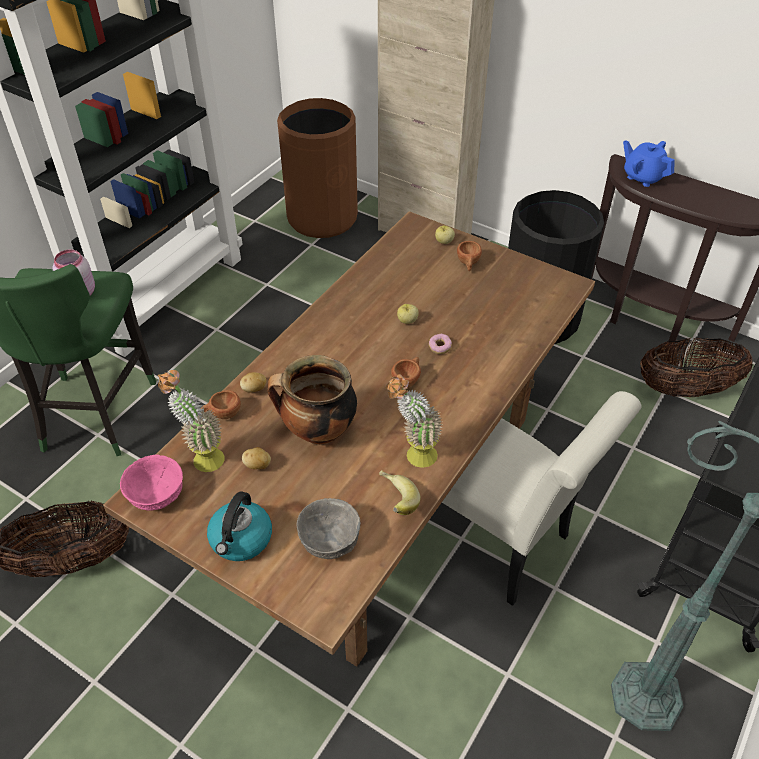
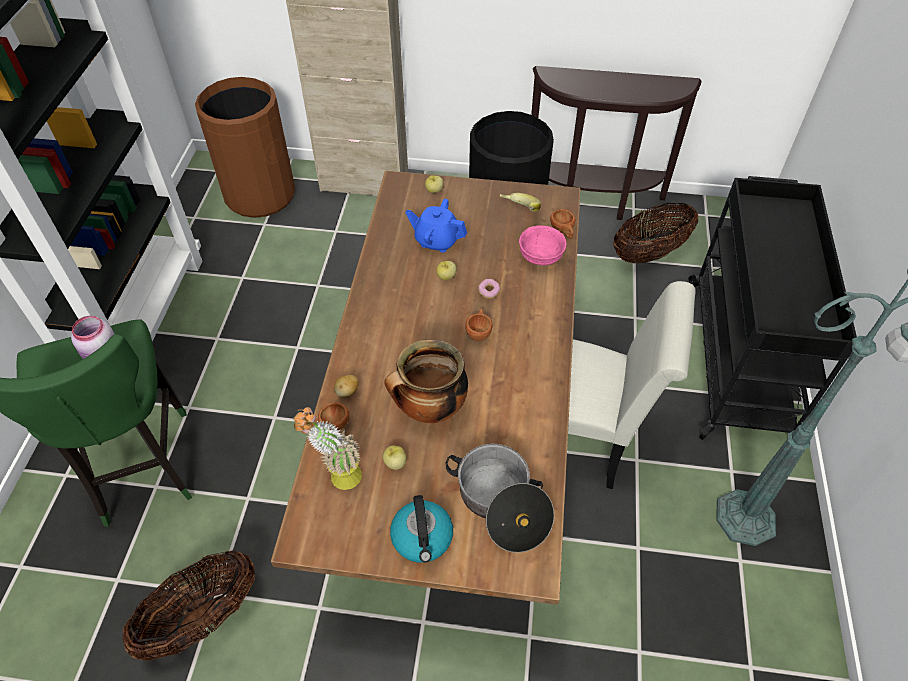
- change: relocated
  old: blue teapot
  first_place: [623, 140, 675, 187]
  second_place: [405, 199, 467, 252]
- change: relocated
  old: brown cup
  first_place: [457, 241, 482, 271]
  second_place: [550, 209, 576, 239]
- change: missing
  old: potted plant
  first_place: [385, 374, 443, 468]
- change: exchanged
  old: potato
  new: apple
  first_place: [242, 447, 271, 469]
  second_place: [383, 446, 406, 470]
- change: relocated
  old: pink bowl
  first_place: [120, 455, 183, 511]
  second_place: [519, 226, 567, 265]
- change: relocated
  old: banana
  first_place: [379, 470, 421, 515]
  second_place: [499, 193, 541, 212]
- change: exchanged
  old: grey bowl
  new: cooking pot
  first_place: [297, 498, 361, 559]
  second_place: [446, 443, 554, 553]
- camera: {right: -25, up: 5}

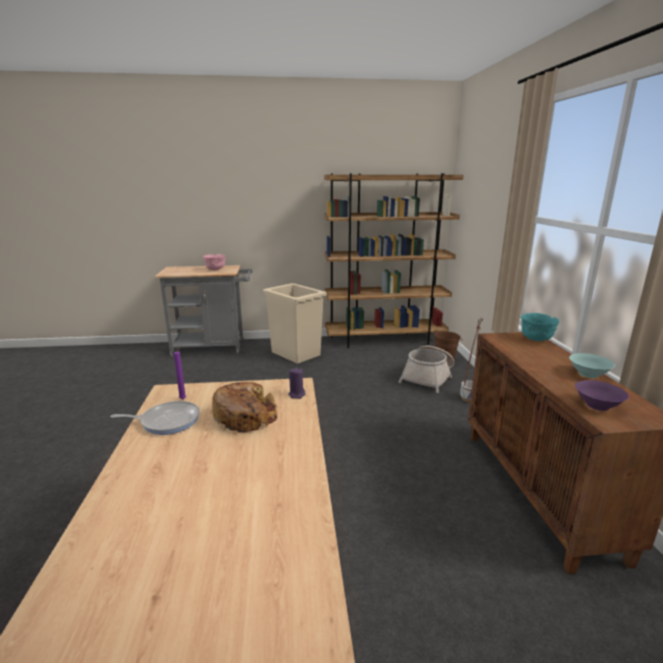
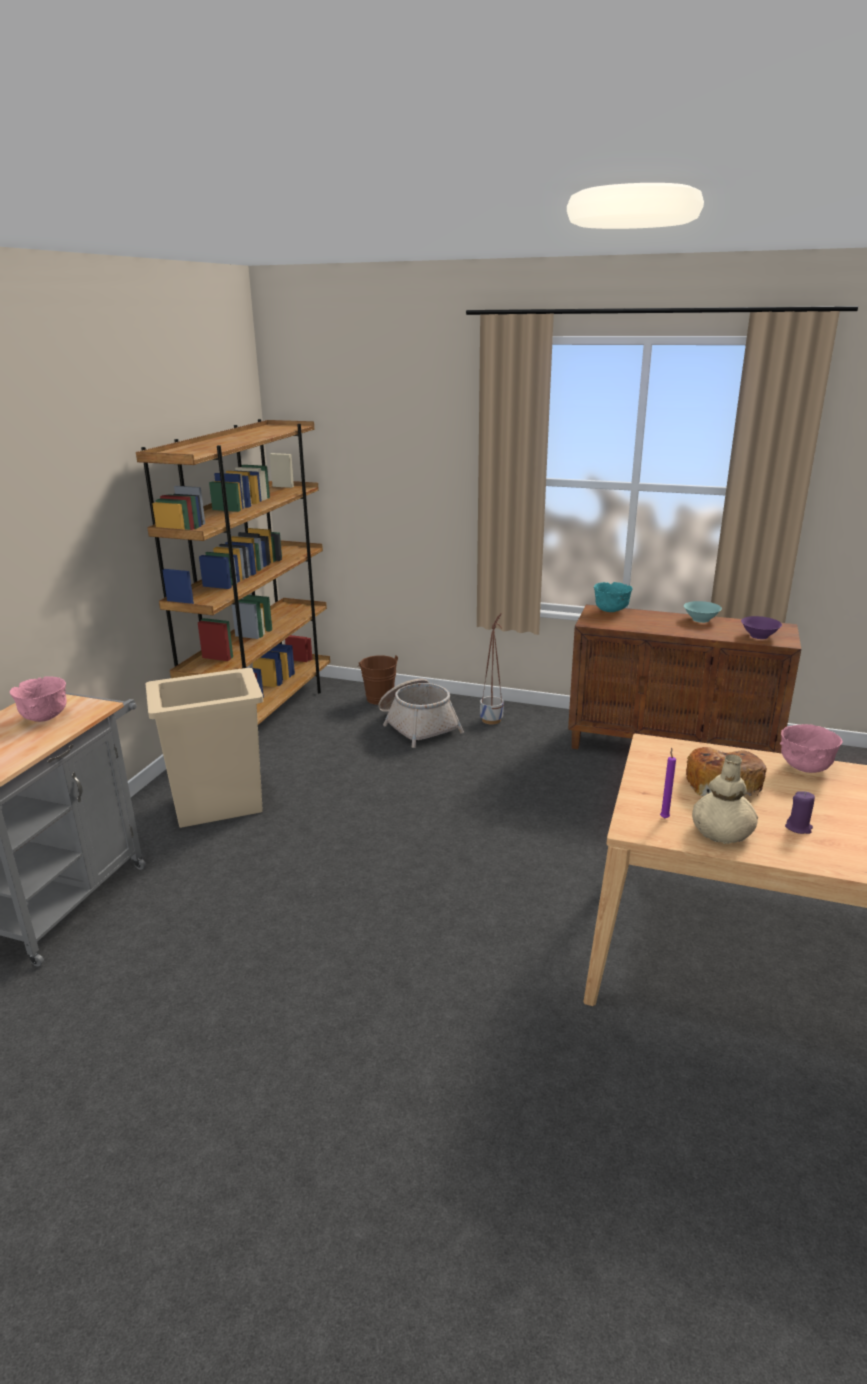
- change: relocated
  old: purple candle
  first_place: [288, 368, 305, 399]
  second_place: [785, 791, 815, 834]
- change: exchanged
  old: frying pan
  new: beige vase
  first_place: [111, 401, 200, 435]
  second_place: [692, 754, 758, 844]
- change: appeared
  new: pink bowl
  second_place: [780, 724, 843, 773]
- camera: {right: -65, up: 5}

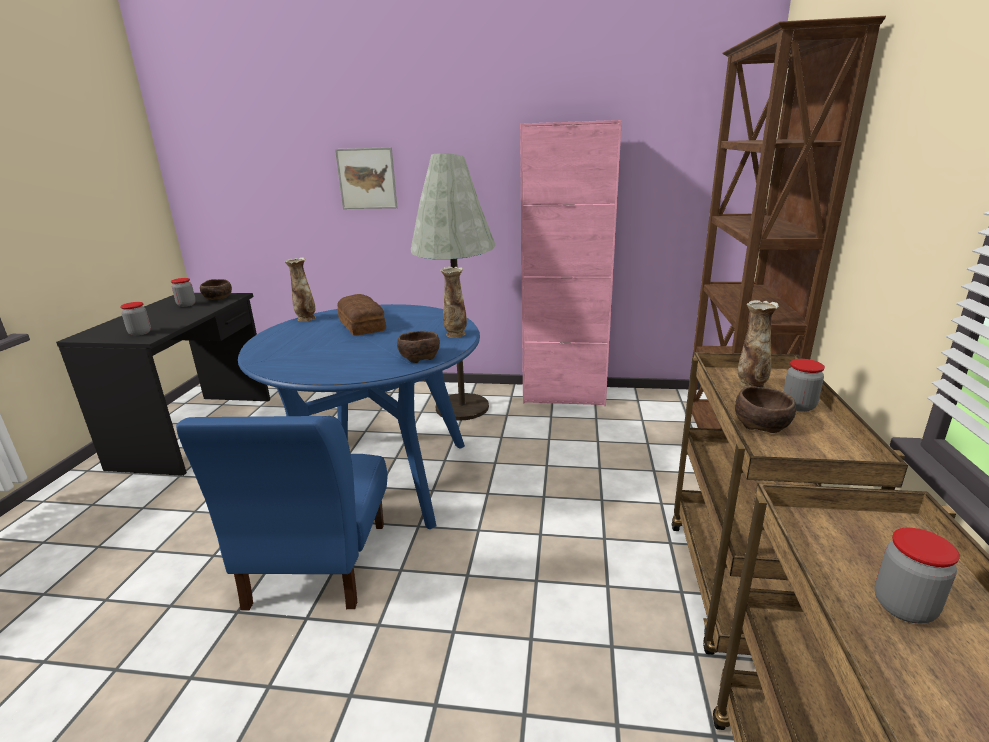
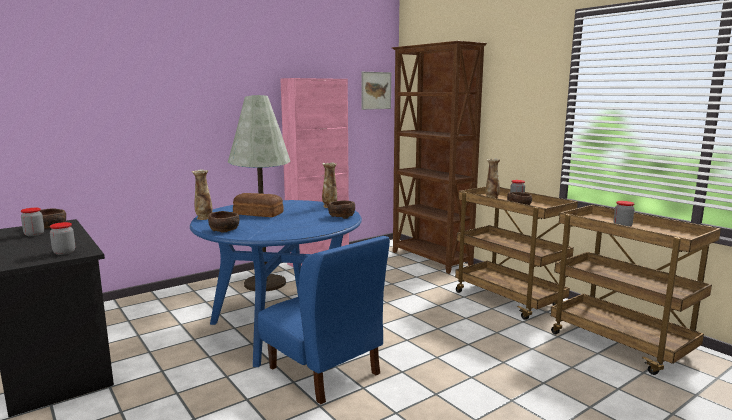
- change: relocated
  old: picture
  first_place: [335, 147, 398, 209]
  second_place: [361, 72, 391, 110]
- change: appeared
  new: brown bowl
  second_place: [208, 211, 239, 232]
- camera: {right: -45, up: -10}

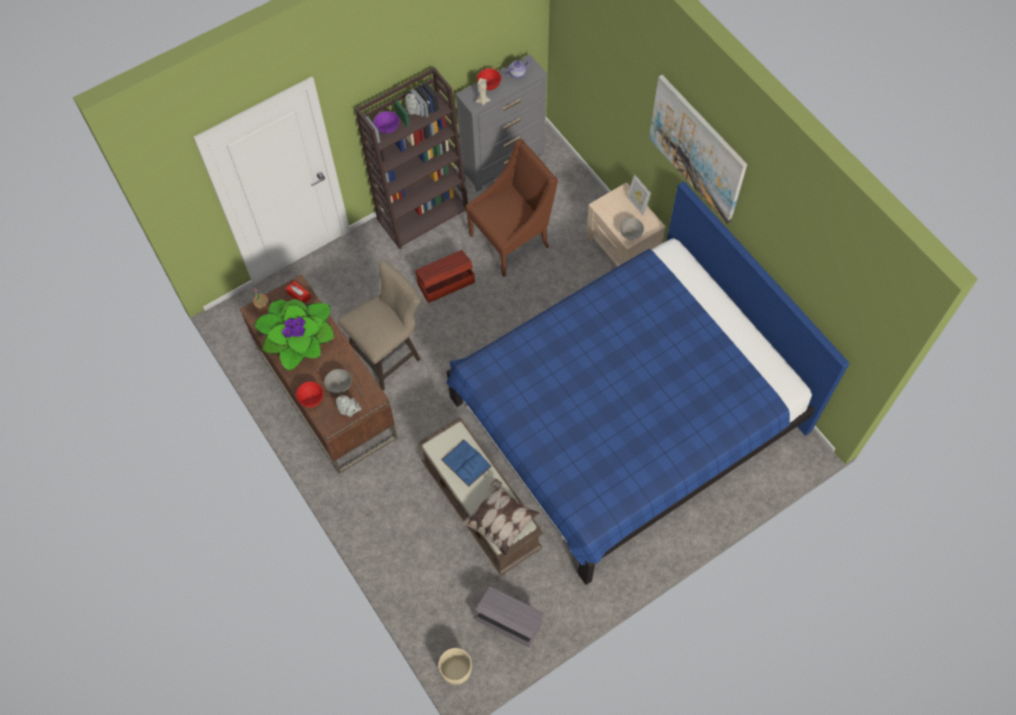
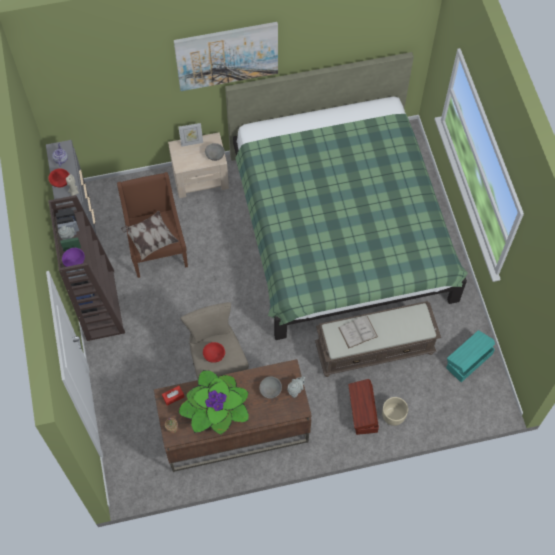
- change: colour
  old: blue bed
  new: green bed
  first_place: [446, 181, 849, 585]
  second_place: [225, 52, 468, 340]
- change: relocated
  old: brown storage box
  first_place: [415, 250, 475, 303]
  second_place: [348, 379, 379, 435]
- change: relocated
  old: red bowl
  first_place: [296, 381, 323, 407]
  second_place: [203, 342, 225, 363]
- change: colour
  old: blue book
  new: white book
  first_place: [441, 440, 492, 487]
  second_place: [338, 316, 378, 348]
- change: relocated
  old: pillow
  first_place: [461, 479, 540, 557]
  second_place: [121, 210, 179, 260]
- change: colour
  old: grey storage box
  new: turquoise storage box
  first_place: [475, 586, 543, 647]
  second_place: [446, 330, 495, 382]
- change: relocated
  old: beige planter
  first_place: [438, 648, 472, 685]
  second_place: [382, 397, 408, 426]
- camera: {right: -70, up: 0}

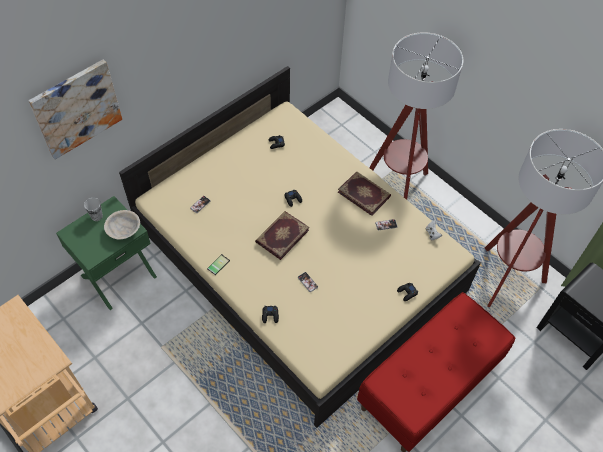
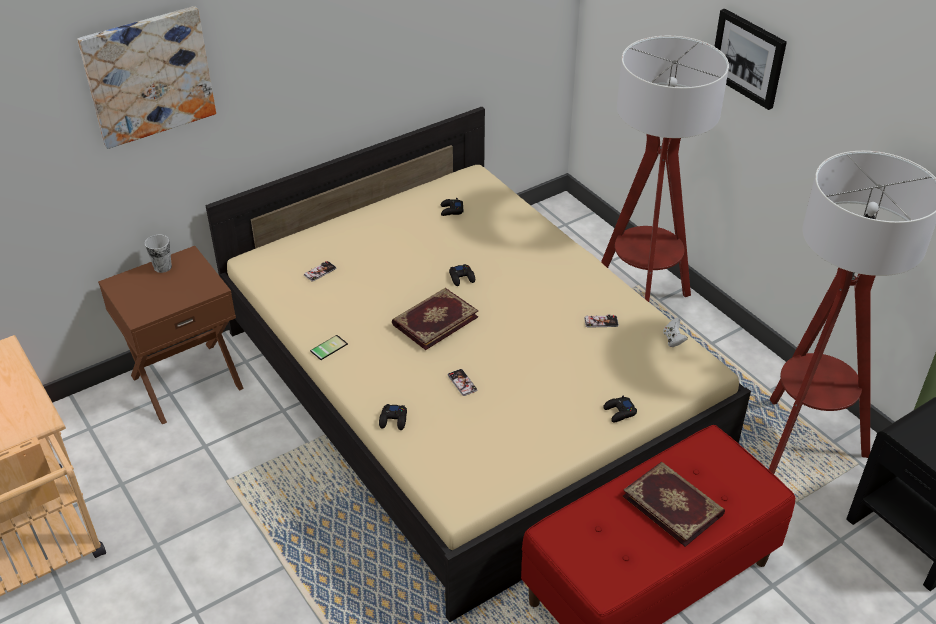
- change: relocated
  old: book
  first_place: [338, 171, 391, 216]
  second_place: [623, 462, 725, 547]
- change: colour
  old: green nightstand
  new: brown nightstand
  first_place: [56, 196, 157, 310]
  second_place: [98, 246, 244, 424]
- change: missing
  old: beige bowl
  first_place: [104, 210, 140, 239]
- change: appeared
  new: picture
  second_place: [714, 9, 787, 110]
- camera: {right: 10, up: -15}

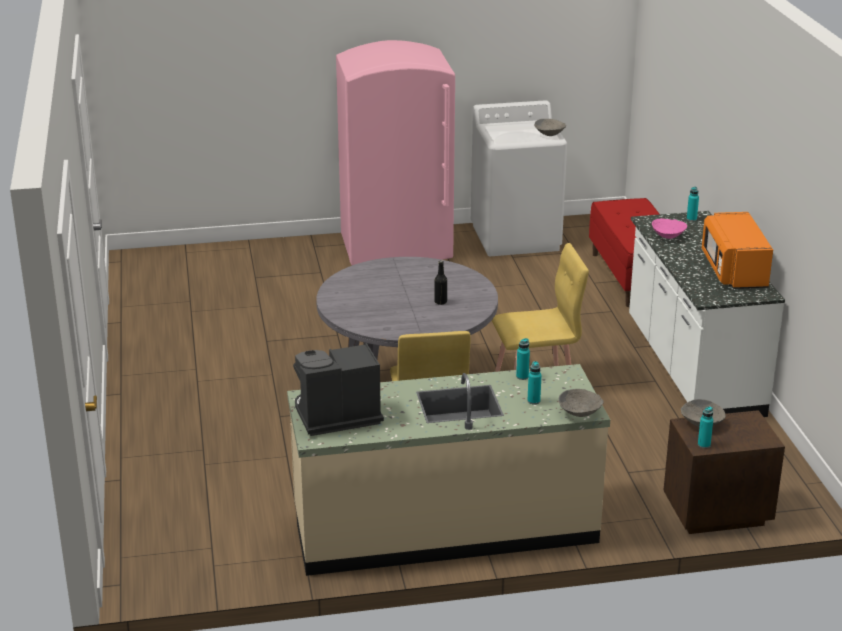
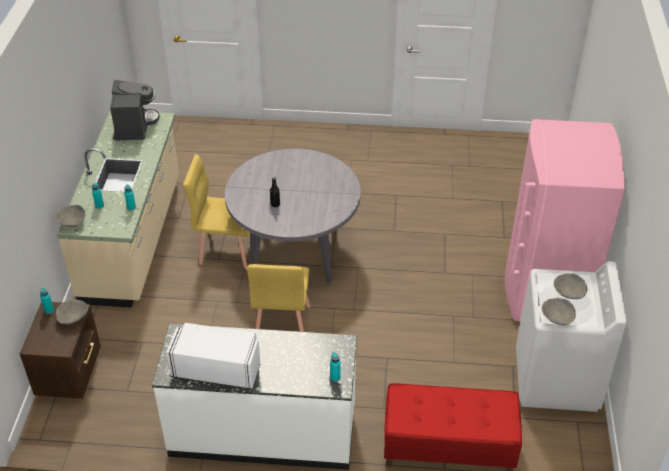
- change: colour
  old: orange microwave
  new: white microwave
  first_place: [702, 212, 773, 289]
  second_place: [166, 323, 260, 389]
- change: missing
  old: pink bowl
  first_place: [652, 218, 687, 239]
- change: appeared
  new: grey bowl
  second_place: [554, 273, 587, 299]
- camera: {right: 105, up: 15}

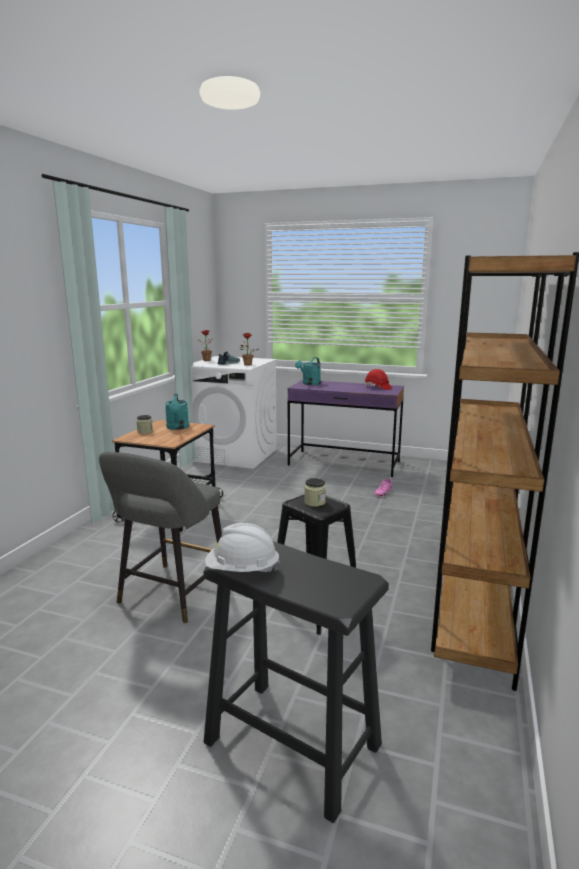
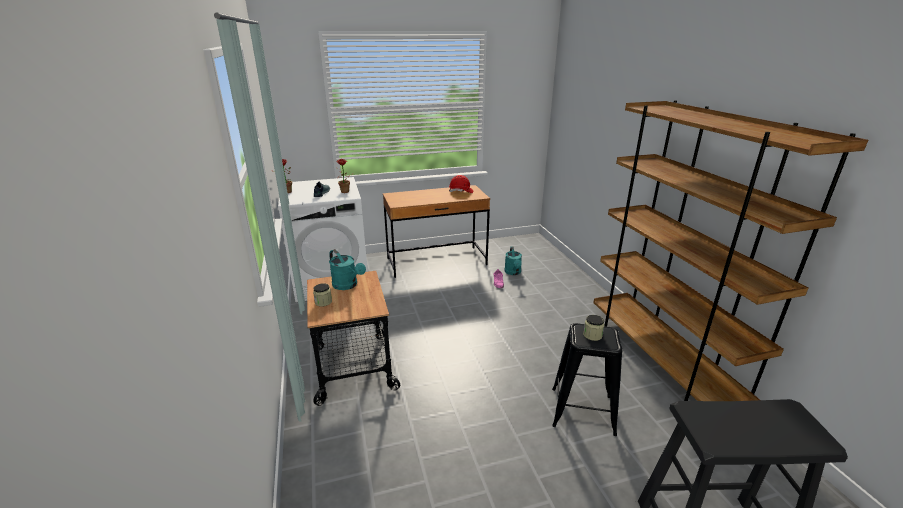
- change: relocated
  old: turquoise watering can
  first_place: [295, 357, 321, 385]
  second_place: [504, 246, 522, 275]
- change: colour
  old: purple desk
  new: brown desk
  first_place: [288, 380, 404, 477]
  second_place: [383, 185, 490, 278]
- change: missing
  old: grey stool
  first_place: [99, 452, 222, 624]
- change: missing
  old: white hard hat
  first_place: [205, 523, 280, 572]
- camera: {right: -35, up: 10}

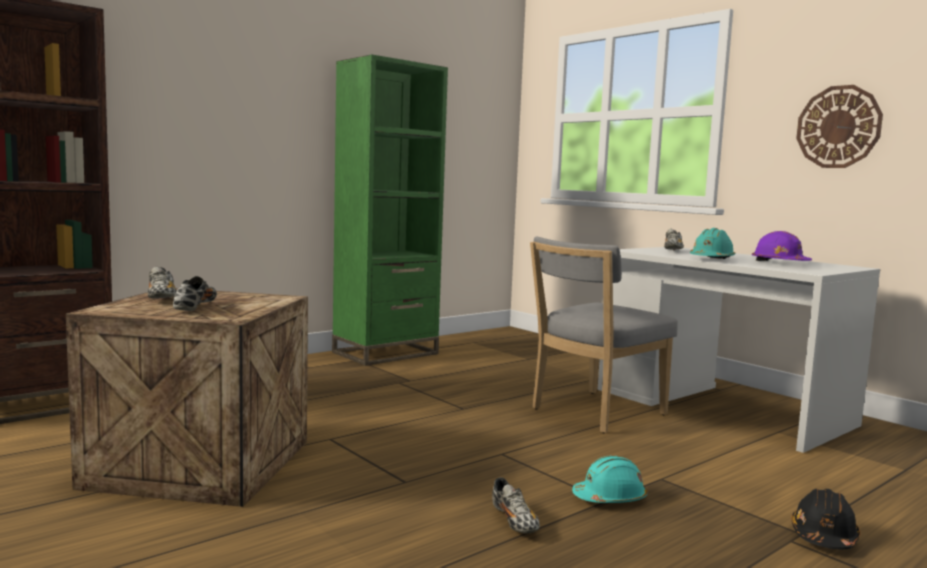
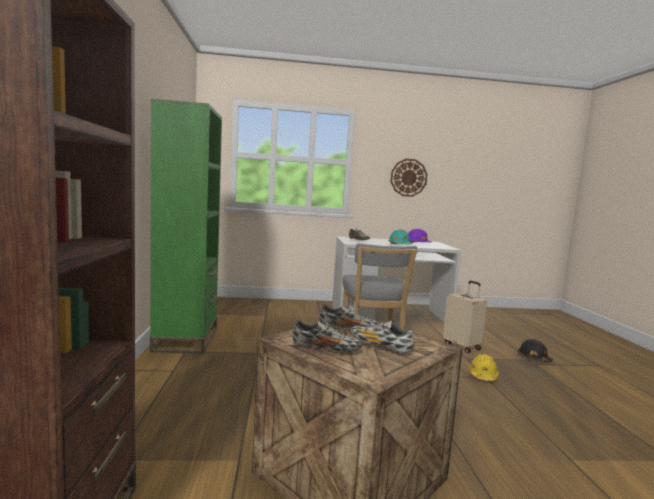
- change: colour
  old: turquoise hard hat
  new: yellow hard hat
  first_place: [572, 455, 647, 503]
  second_place: [469, 354, 499, 381]
- change: relocated
  old: shoe
  first_place: [492, 477, 540, 533]
  second_place: [319, 304, 379, 329]
- change: appeared
  new: beige suitcase
  second_place: [443, 281, 487, 353]
- camera: {right: -55, up: 0}

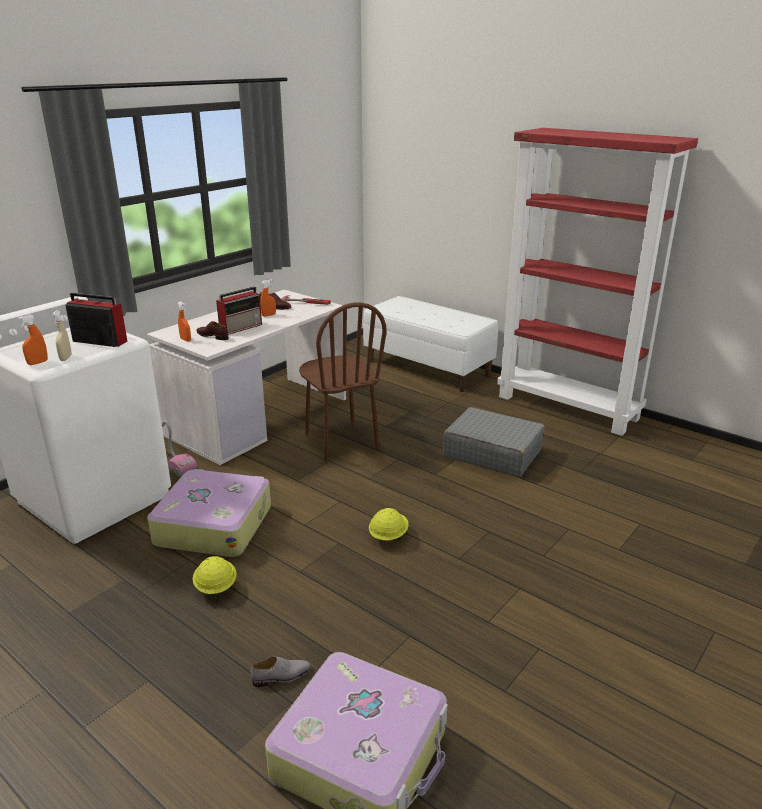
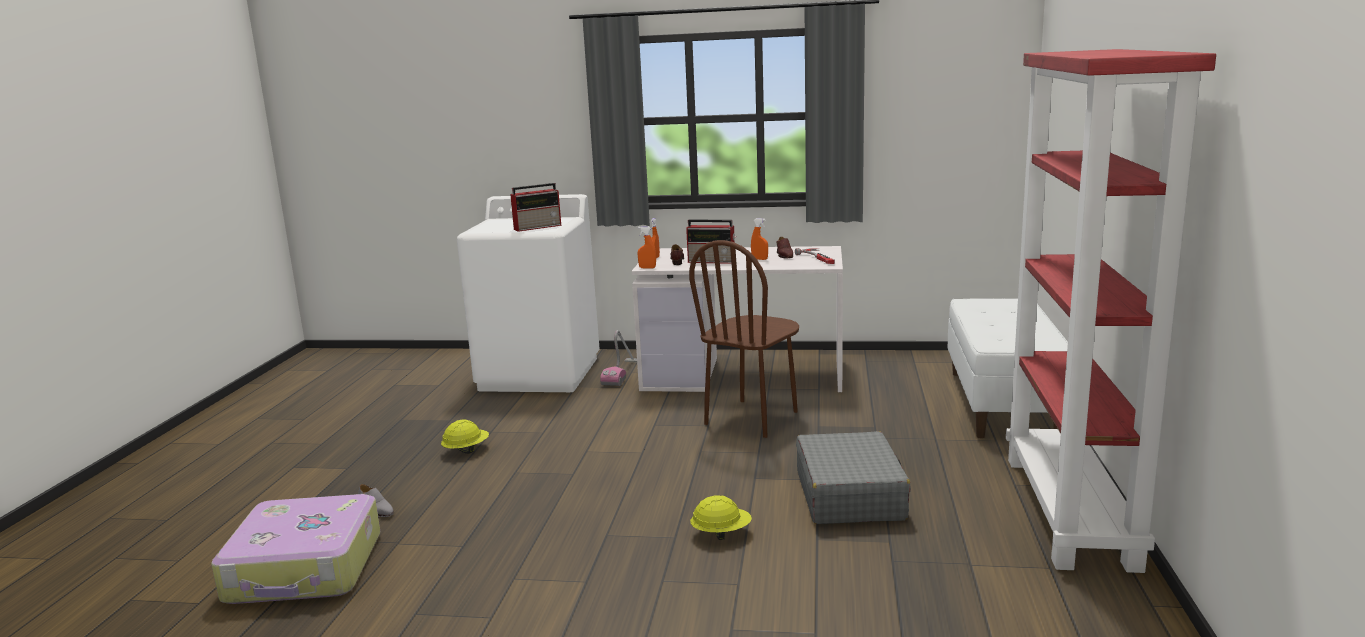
- change: spun
  old: radio
  first_place: [65, 293, 127, 347]
  second_place: [510, 183, 561, 232]
  degrees: 75
- change: missing
  old: beige spray bottle
  first_place: [52, 310, 72, 361]
- change: relocated
  old: orange spray bottle
  first_place: [18, 314, 48, 365]
  second_place: [638, 226, 656, 268]
- change: missing
  old: suitcase
  first_place: [147, 469, 271, 557]
- change: relocated
  old: yellow hard hat
  first_place: [369, 508, 409, 541]
  second_place: [690, 495, 752, 540]
- camera: {right: 60, up: -10}

